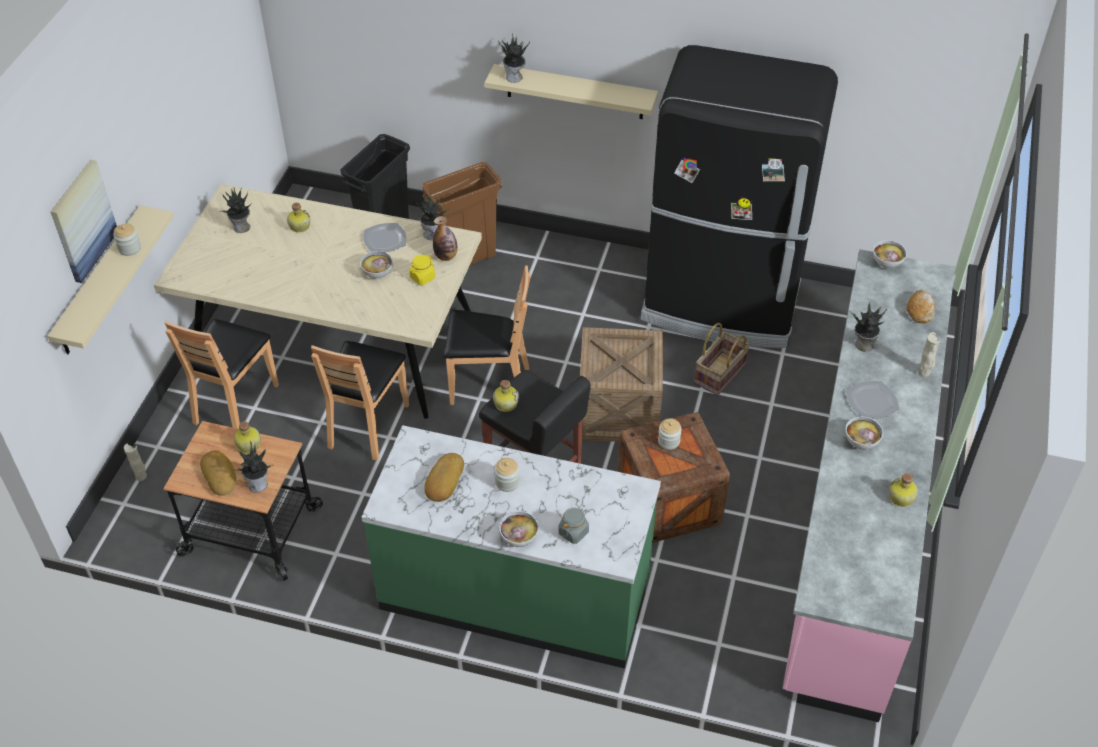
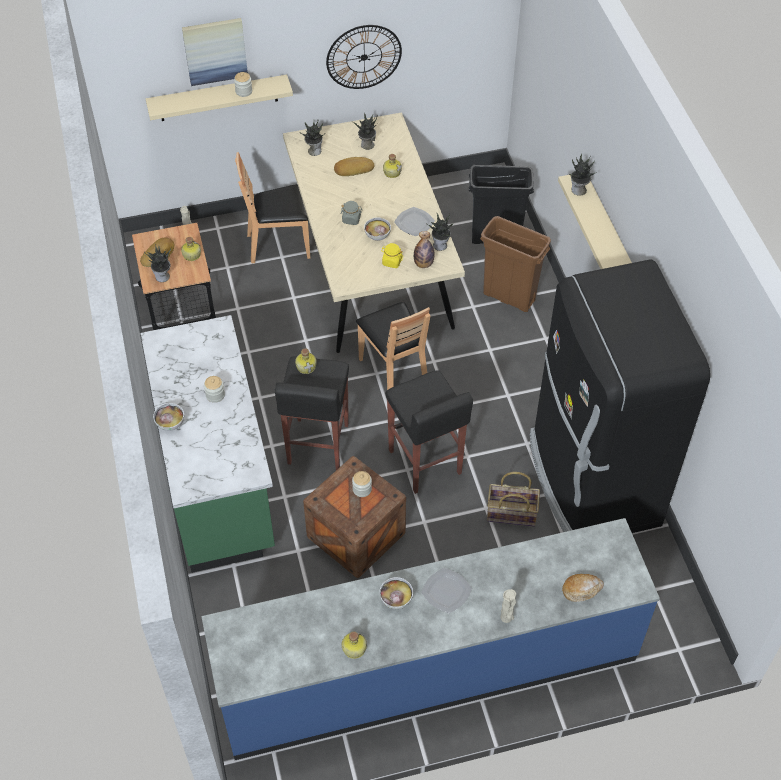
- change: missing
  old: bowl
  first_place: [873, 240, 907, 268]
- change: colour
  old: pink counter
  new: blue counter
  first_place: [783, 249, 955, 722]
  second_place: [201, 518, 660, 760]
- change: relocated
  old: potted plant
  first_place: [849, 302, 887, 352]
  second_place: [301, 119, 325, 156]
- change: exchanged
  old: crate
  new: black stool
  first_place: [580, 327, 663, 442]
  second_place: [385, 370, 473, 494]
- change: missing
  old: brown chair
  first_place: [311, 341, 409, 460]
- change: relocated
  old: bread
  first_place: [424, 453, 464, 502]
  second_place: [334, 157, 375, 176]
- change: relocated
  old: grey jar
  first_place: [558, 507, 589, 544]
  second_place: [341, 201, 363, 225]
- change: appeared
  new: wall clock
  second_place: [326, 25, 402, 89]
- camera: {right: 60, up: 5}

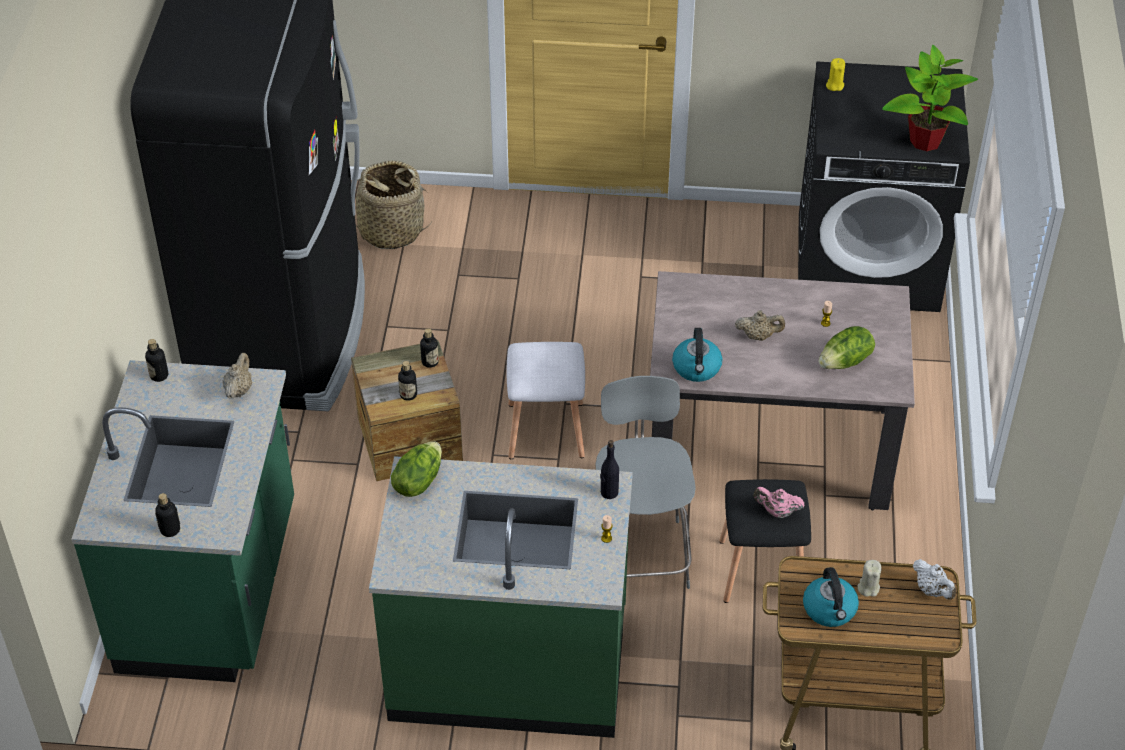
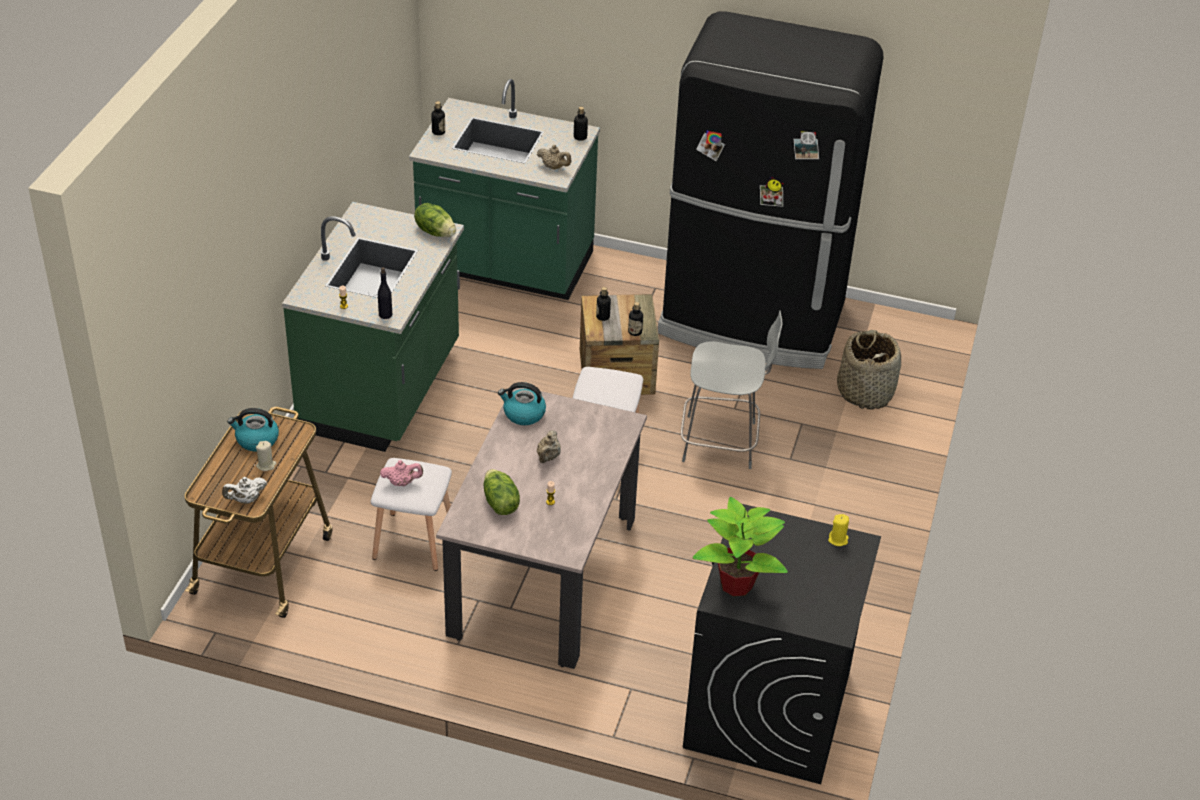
- change: relocated
  old: grey chair
  first_place: [596, 376, 696, 589]
  second_place: [681, 310, 783, 469]
- change: colour
  old: black stool
  new: white stool
  first_place: [719, 479, 811, 603]
  second_place: [371, 458, 452, 571]
- change: spun
  old: pink teapot
  first_place: [753, 487, 805, 518]
  second_place: [380, 460, 423, 486]
  degrees: 60
- camera: {right: 100, up: -5}

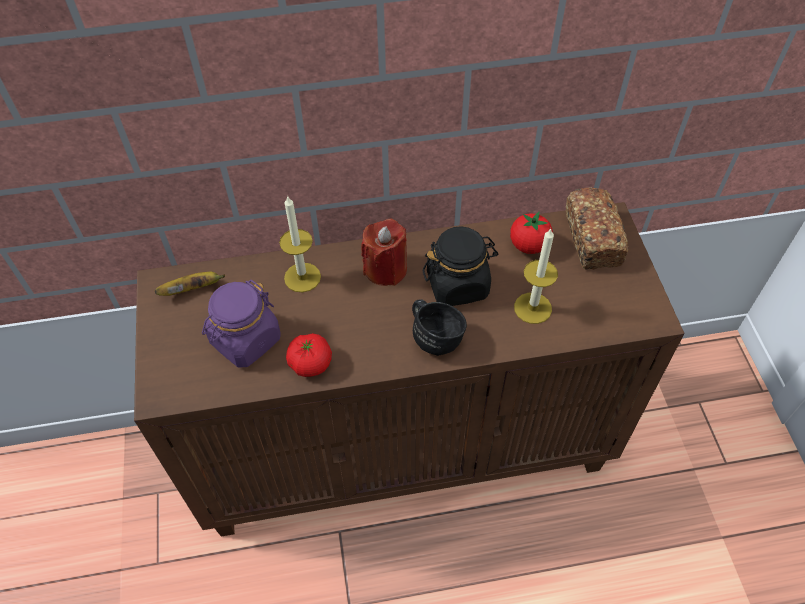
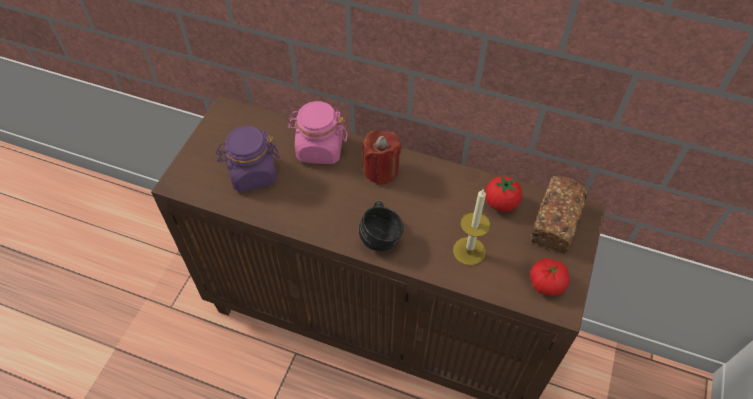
- change: exchanged
  old: candle
  new: pink jar
  first_place: [279, 195, 321, 292]
  second_place: [287, 101, 348, 164]
- change: missing
  old: black jar
  first_place: [423, 226, 498, 306]
- change: missing
  old: banana
  first_place: [155, 272, 225, 296]
- change: relocated
  old: tomato
  first_place: [286, 333, 332, 377]
  second_place: [530, 258, 570, 296]
- camera: {right: 30, up: 0}

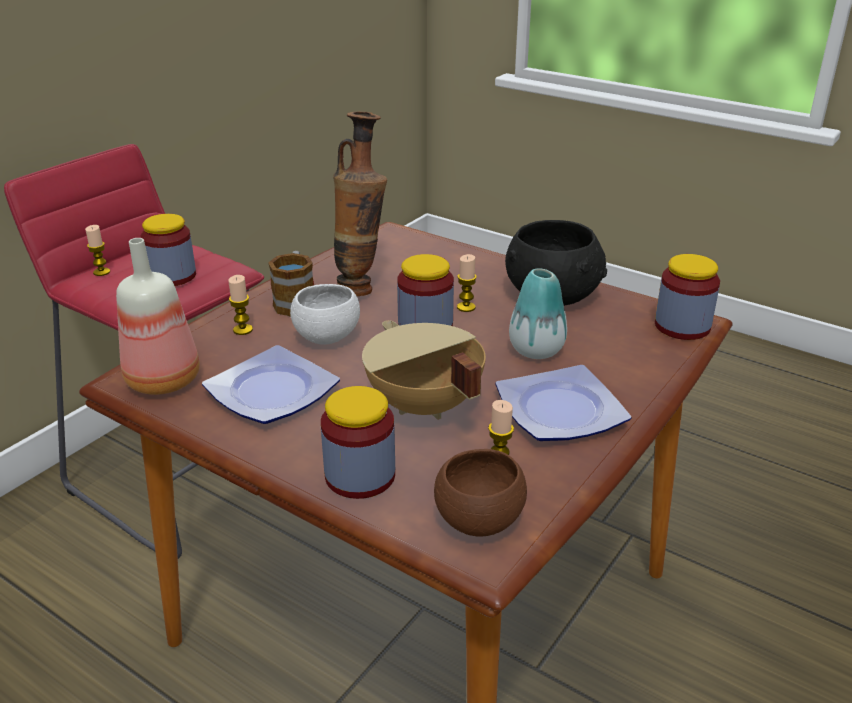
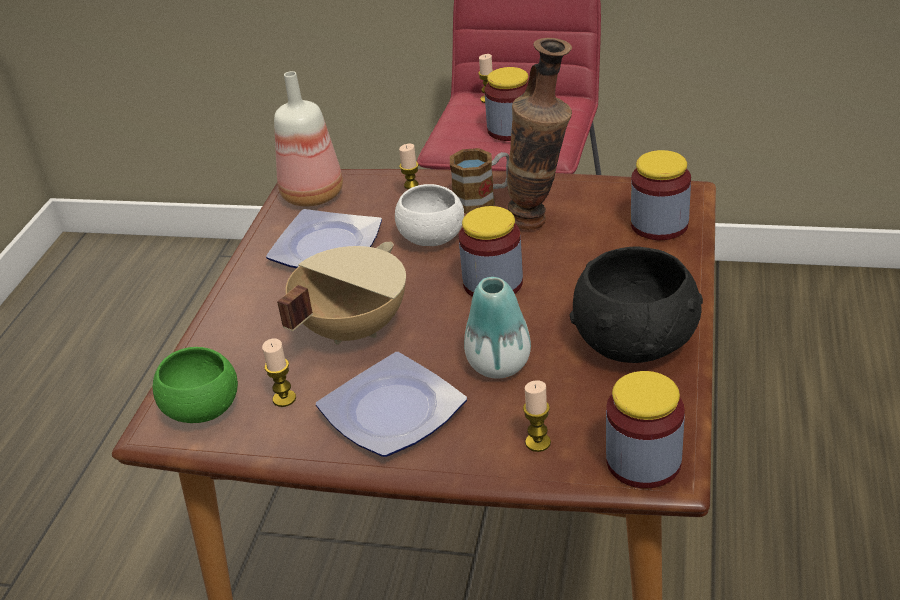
- change: relocated
  old: candle
  first_place: [457, 254, 477, 312]
  second_place: [523, 380, 551, 452]
- change: relocated
  old: jar
  first_place: [321, 386, 395, 499]
  second_place: [631, 150, 691, 240]
- change: colour
  old: brown bowl
  new: green bowl
  first_place: [434, 449, 527, 537]
  second_place: [153, 347, 238, 423]
- camera: {right: 70, up: 5}

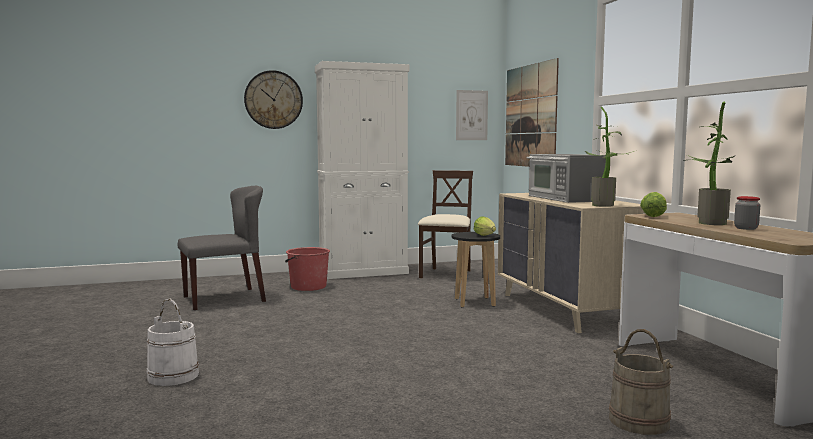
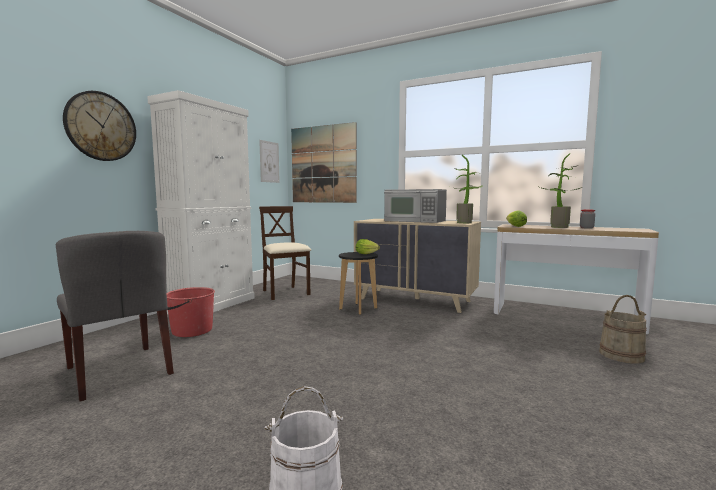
- change: spun
  old: grey chair
  first_place: [178, 186, 266, 310]
  second_place: [56, 231, 174, 402]
  degrees: 120
- camera: {right: -45, up: 0}

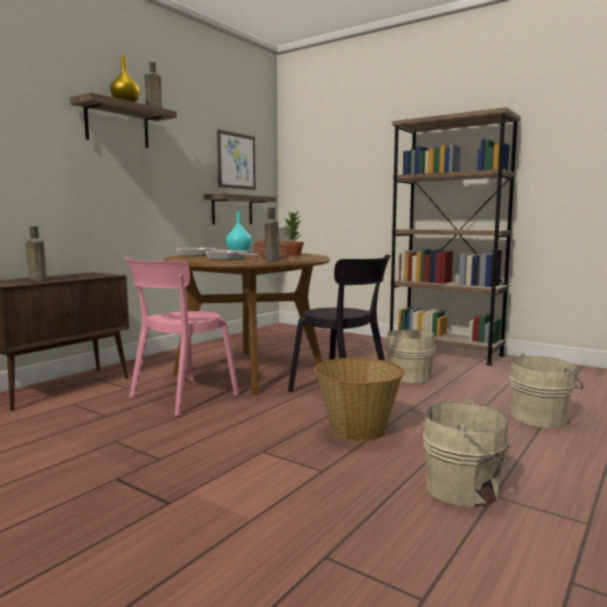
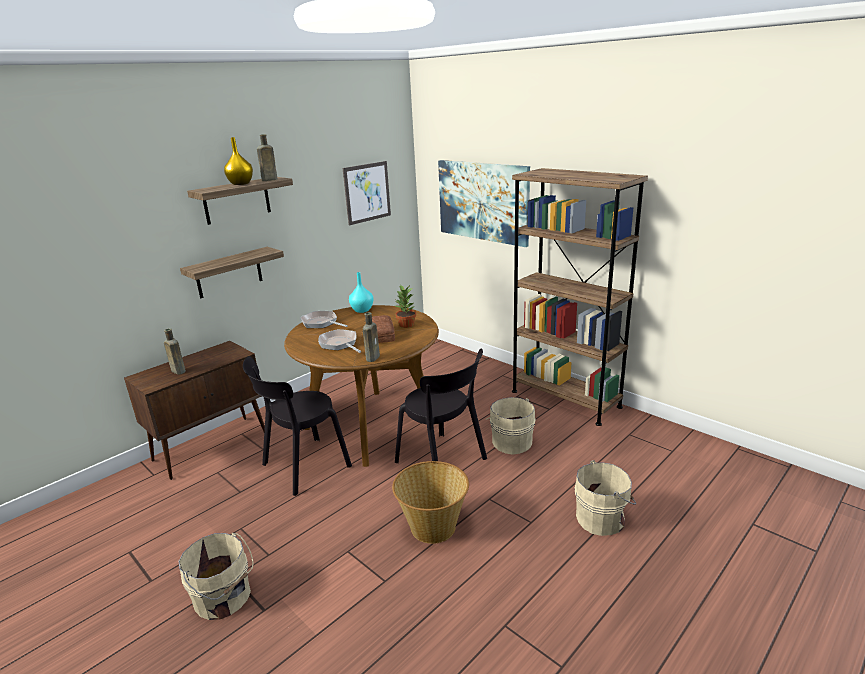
- change: relocated
  old: shelf
  first_place: [204, 193, 276, 225]
  second_place: [180, 247, 284, 298]
- change: colour
  old: pink chair
  new: black chair
  first_place: [125, 257, 239, 416]
  second_place: [243, 356, 352, 496]
- change: relocated
  old: beige bucket
  first_place: [423, 399, 509, 507]
  second_place: [179, 533, 254, 620]
- change: appeared
  new: picture
  second_place: [438, 160, 530, 247]
- camera: {right: 10, up: 15}

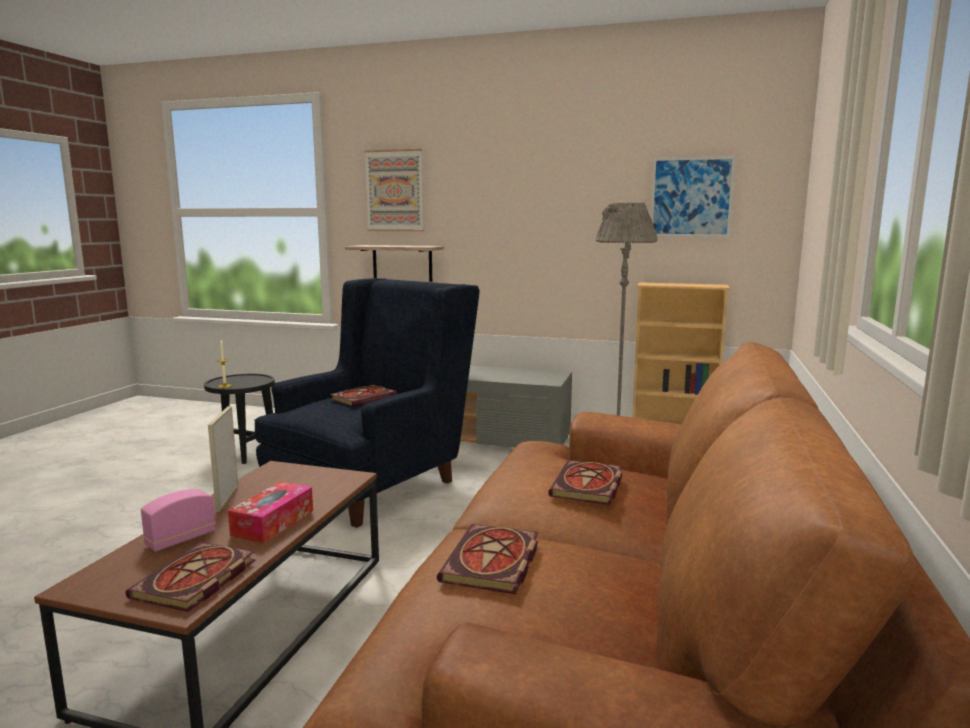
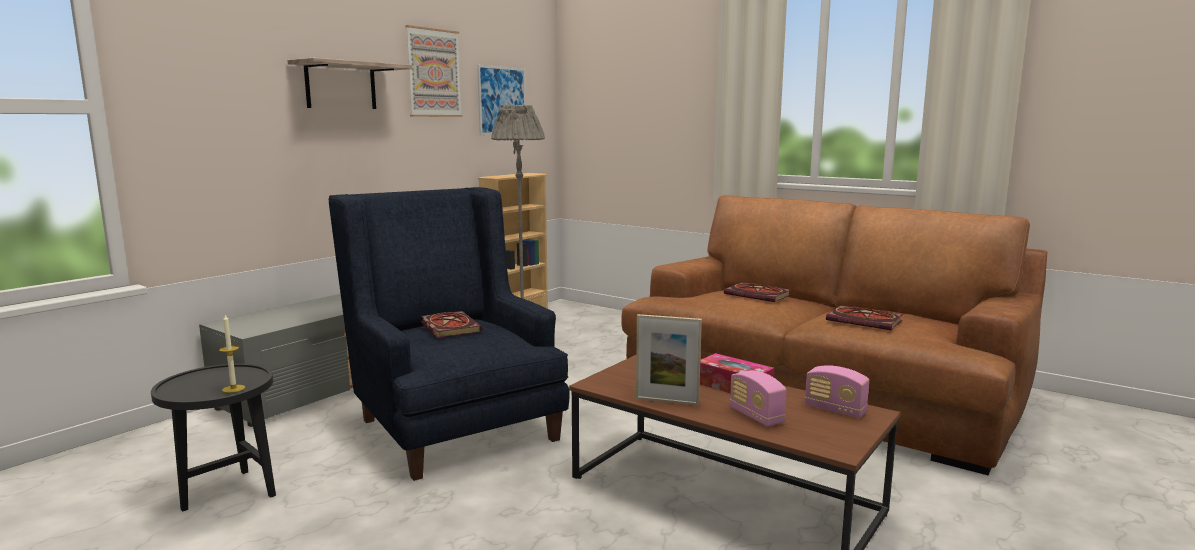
- change: relocated
  old: picture
  first_place: [365, 149, 423, 231]
  second_place: [405, 25, 462, 117]
- change: relocated
  old: shelf
  first_place: [345, 245, 444, 282]
  second_place: [287, 58, 412, 109]
- change: exchanged
  old: book
  new: radio
  first_place: [126, 542, 256, 612]
  second_place: [805, 365, 869, 418]
- camera: {right: -70, up: 0}

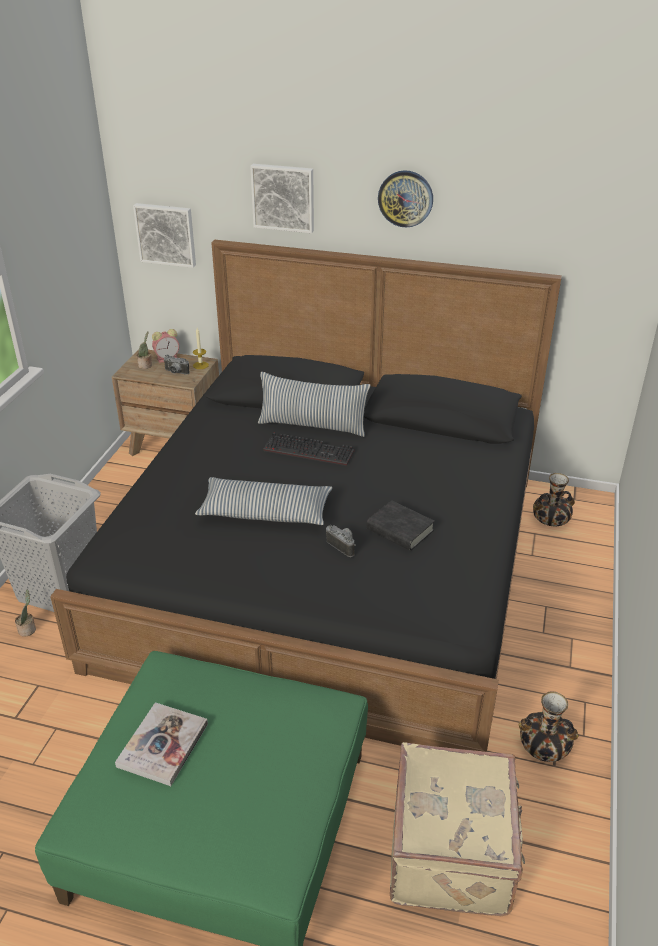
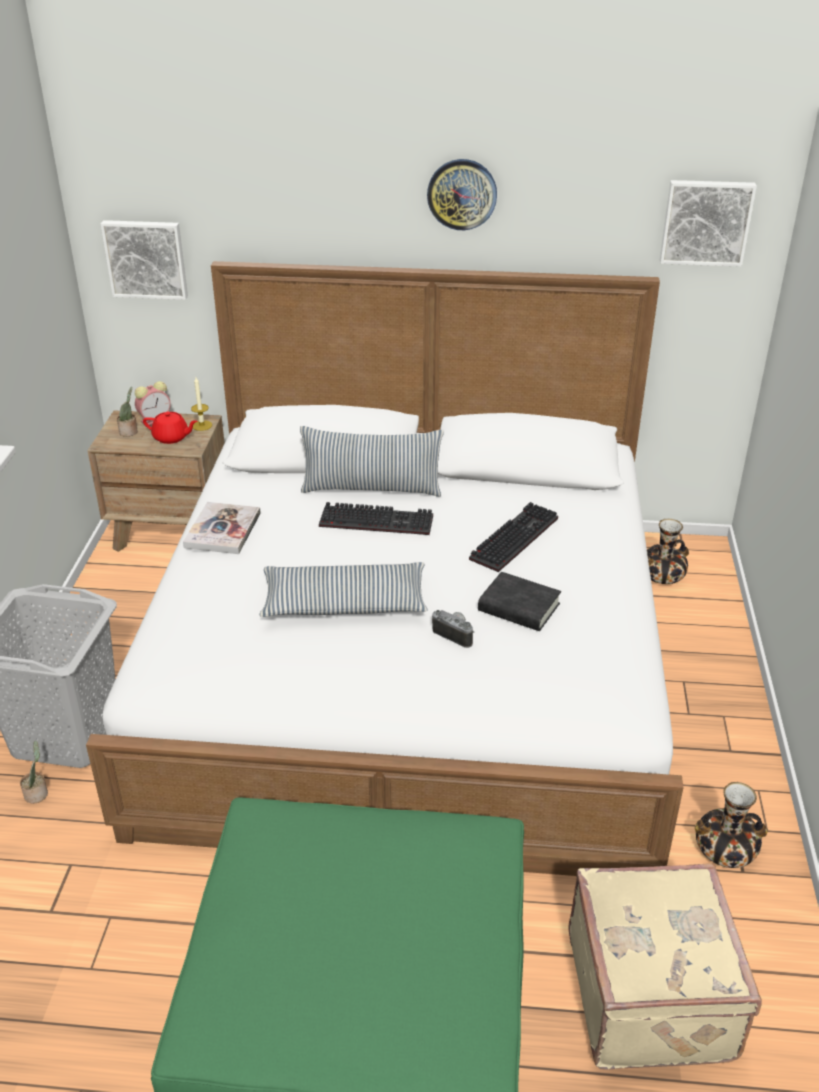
- change: relocated
  old: picture
  first_place: [250, 164, 314, 233]
  second_place: [660, 180, 757, 267]
- change: colour
  old: black bed
  new: white bed
  first_place: [50, 240, 562, 752]
  second_place: [86, 261, 684, 876]
- change: exchanged
  old: photo camera
  new: red teapot
  first_place: [163, 355, 189, 375]
  second_place: [143, 412, 198, 444]
- change: relocated
  old: book
  first_place: [115, 702, 208, 786]
  second_place: [183, 502, 261, 554]
- change: appeared
  new: keyboard
  second_place: [469, 502, 558, 572]
- camera: {right: -10, up: 0}

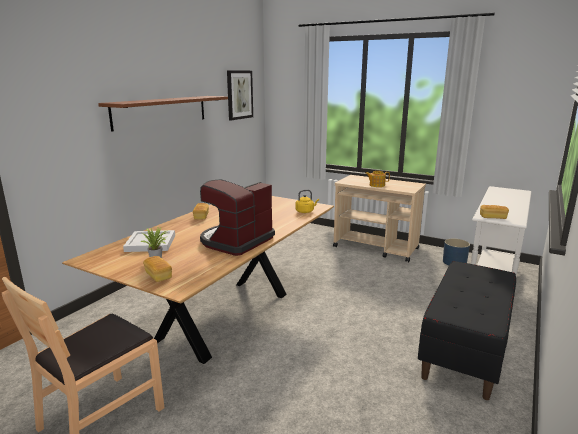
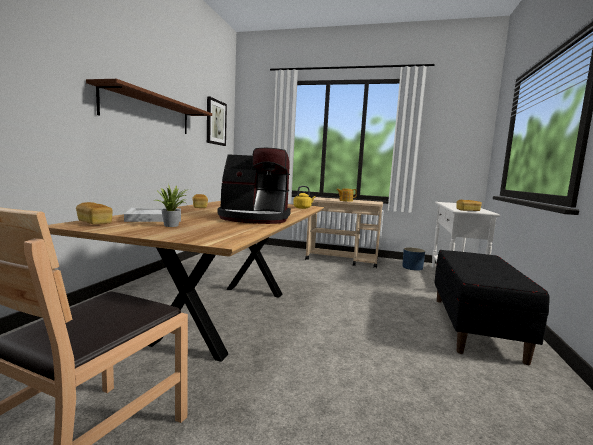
- change: spun
  old: coffee machine
  first_place: [200, 180, 275, 256]
  second_place: [218, 148, 291, 224]
  degrees: -105
- change: relocated
  old: bread
  first_place: [143, 256, 172, 282]
  second_place: [76, 202, 113, 224]
- camera: {right: -15, up: -10}

